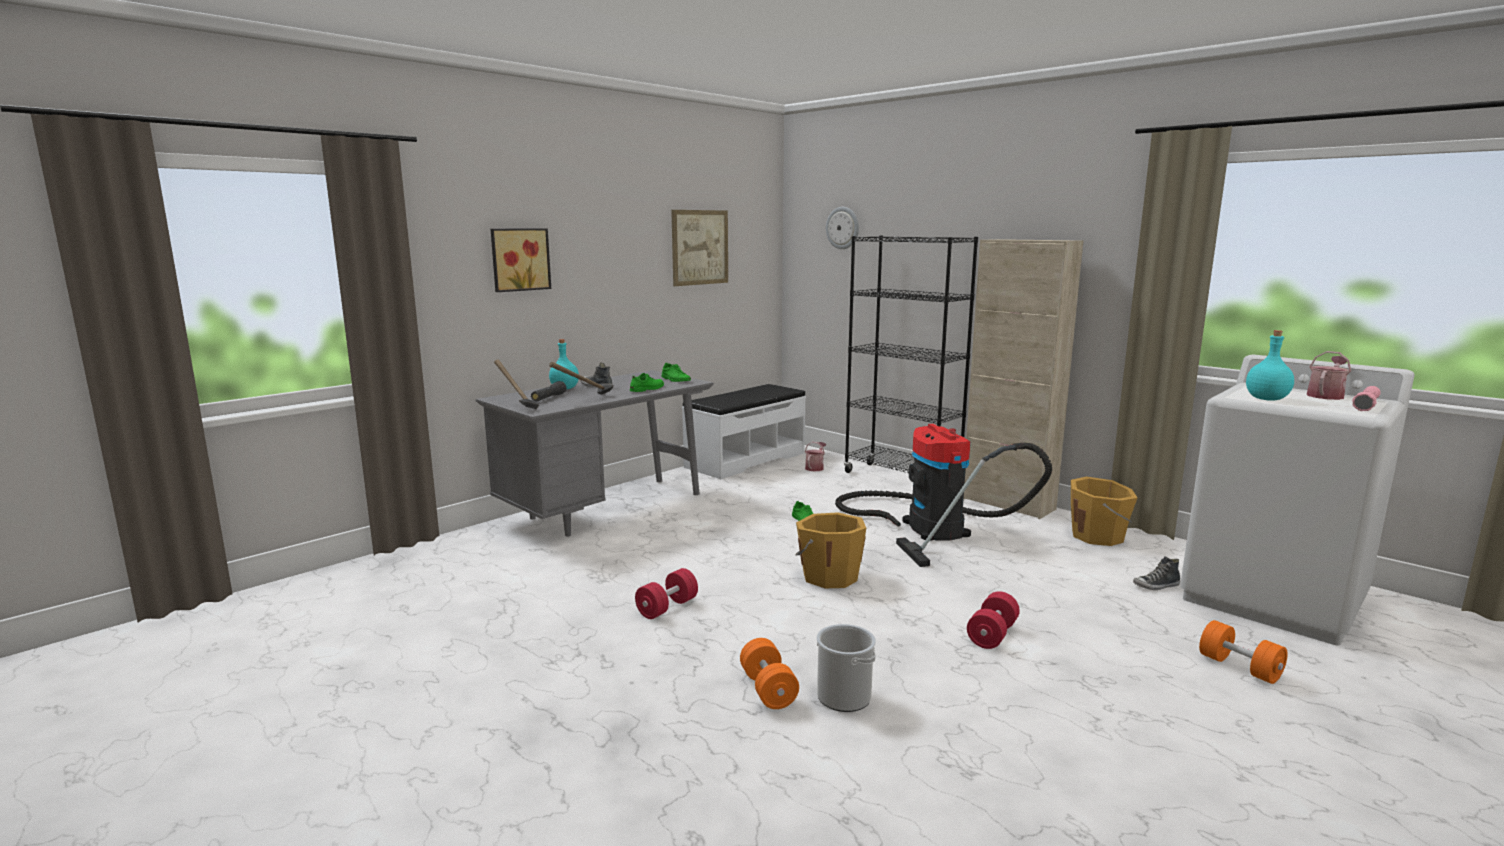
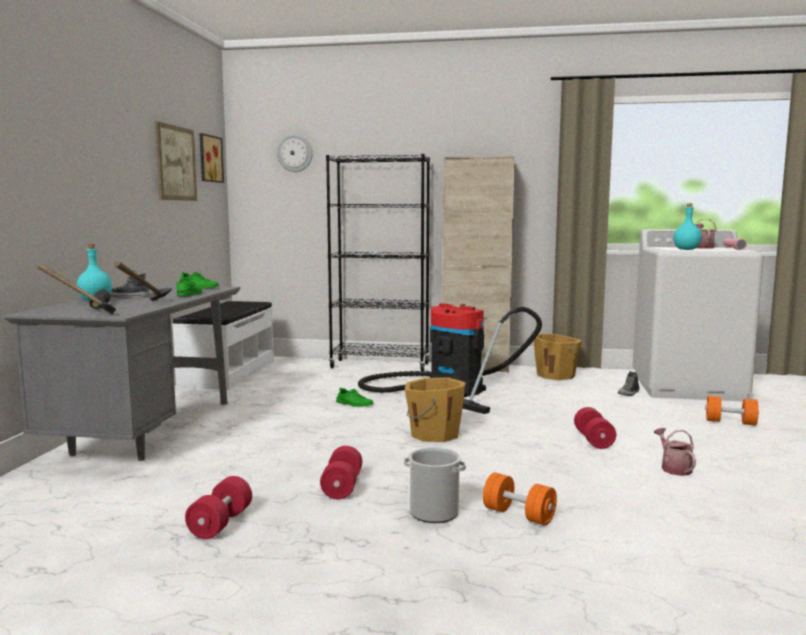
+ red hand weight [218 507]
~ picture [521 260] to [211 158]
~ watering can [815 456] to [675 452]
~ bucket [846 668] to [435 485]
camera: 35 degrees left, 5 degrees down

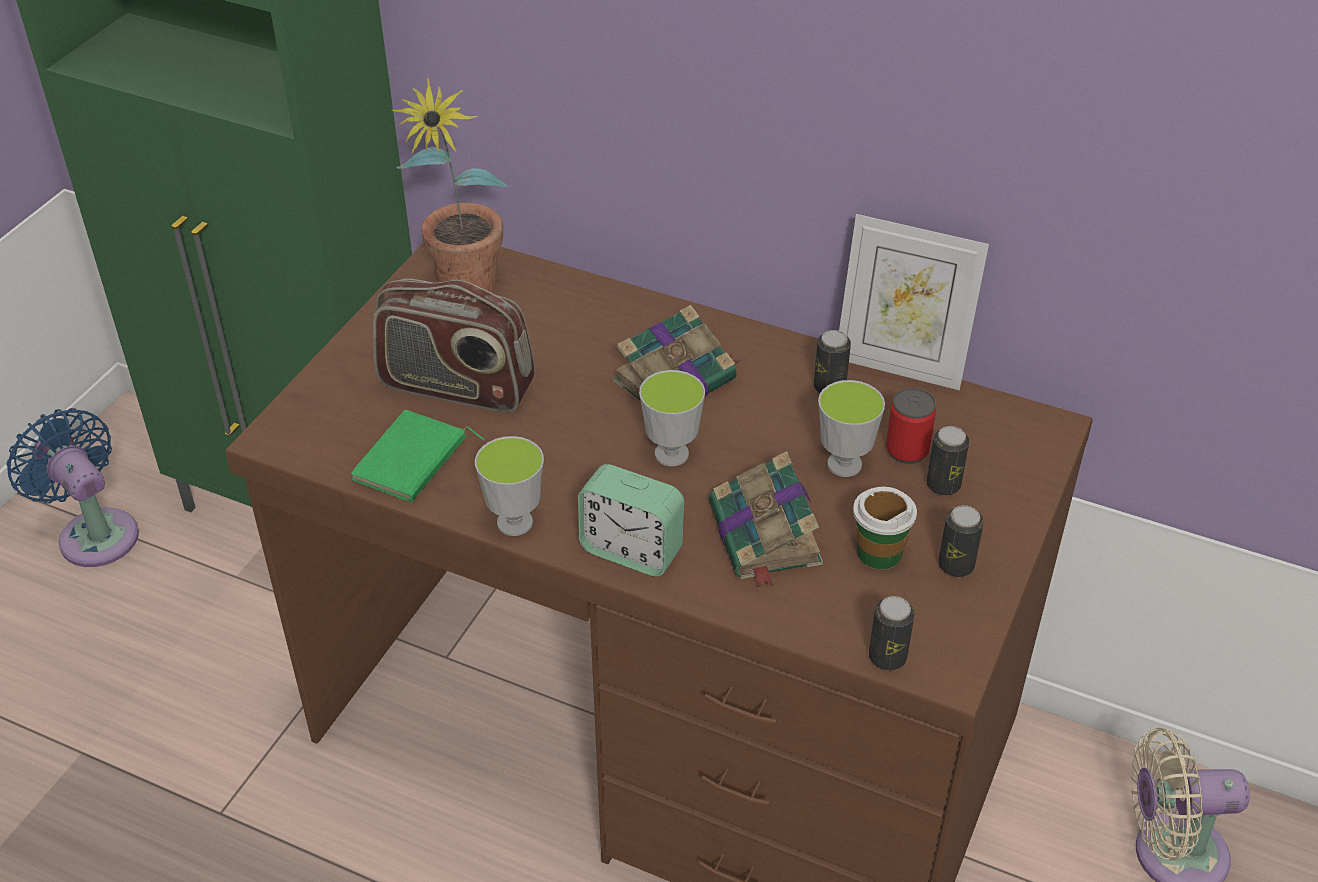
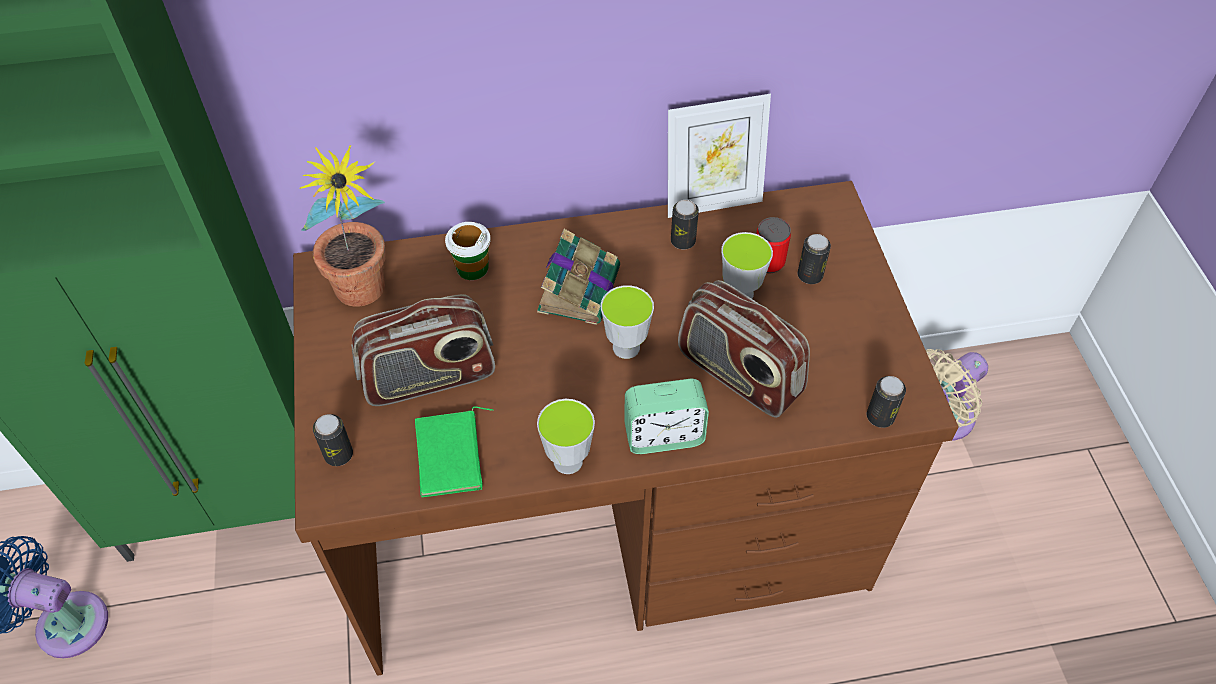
~ drinking cup [885 528] to [468 251]
~ metal can [961 541] to [333 440]
~ volume [766 520] to radio receiver [744 349]
camera: 35 degrees left, 10 degrees up

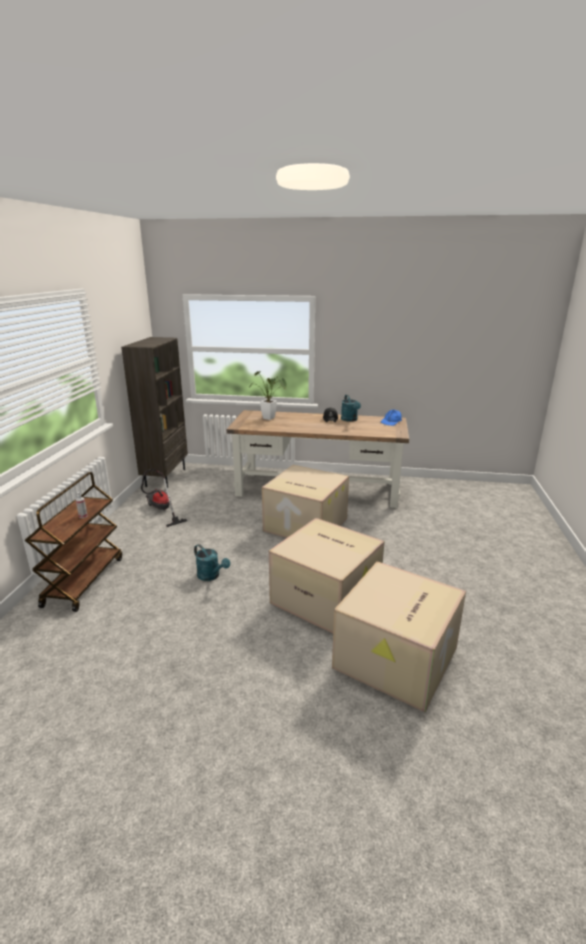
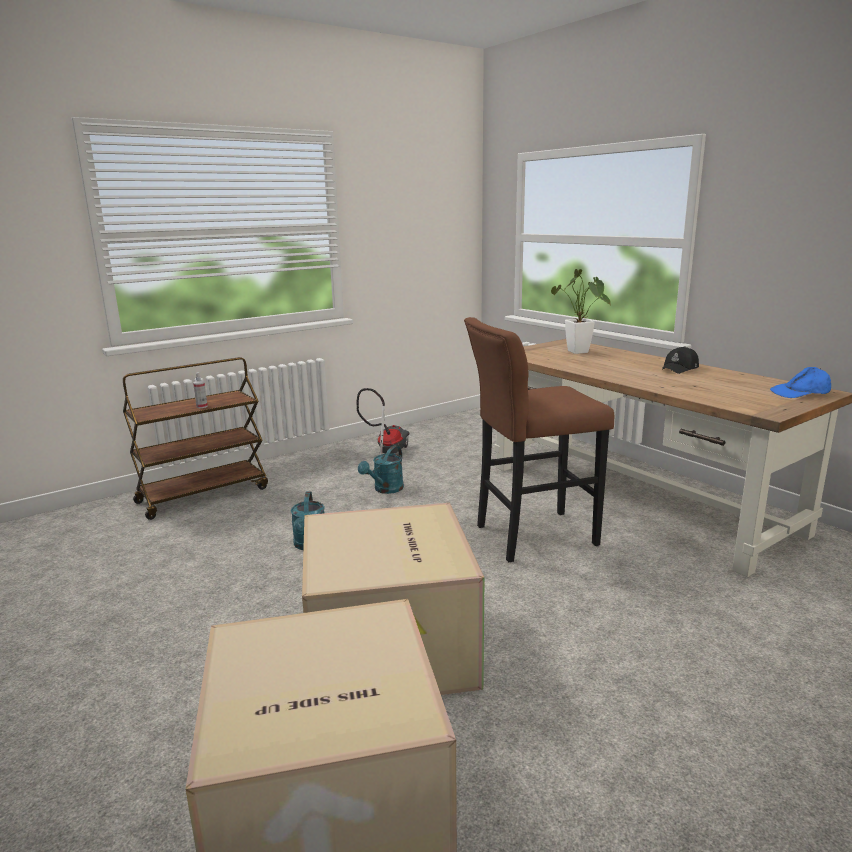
- brown-coloured shelving unit [154 412]
~ turquoise watering can [351 408] to [381 469]
~ cardboard box [305 501] to brown-coloured stool seat [539 439]
camera: 45 degrees right, 5 degrees down

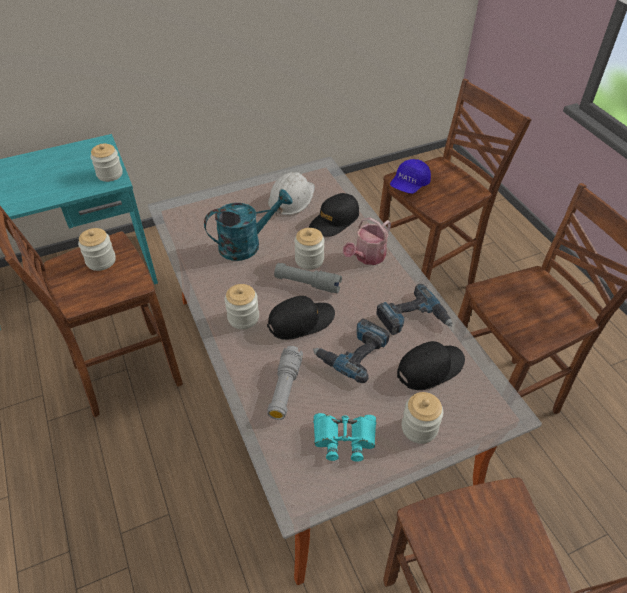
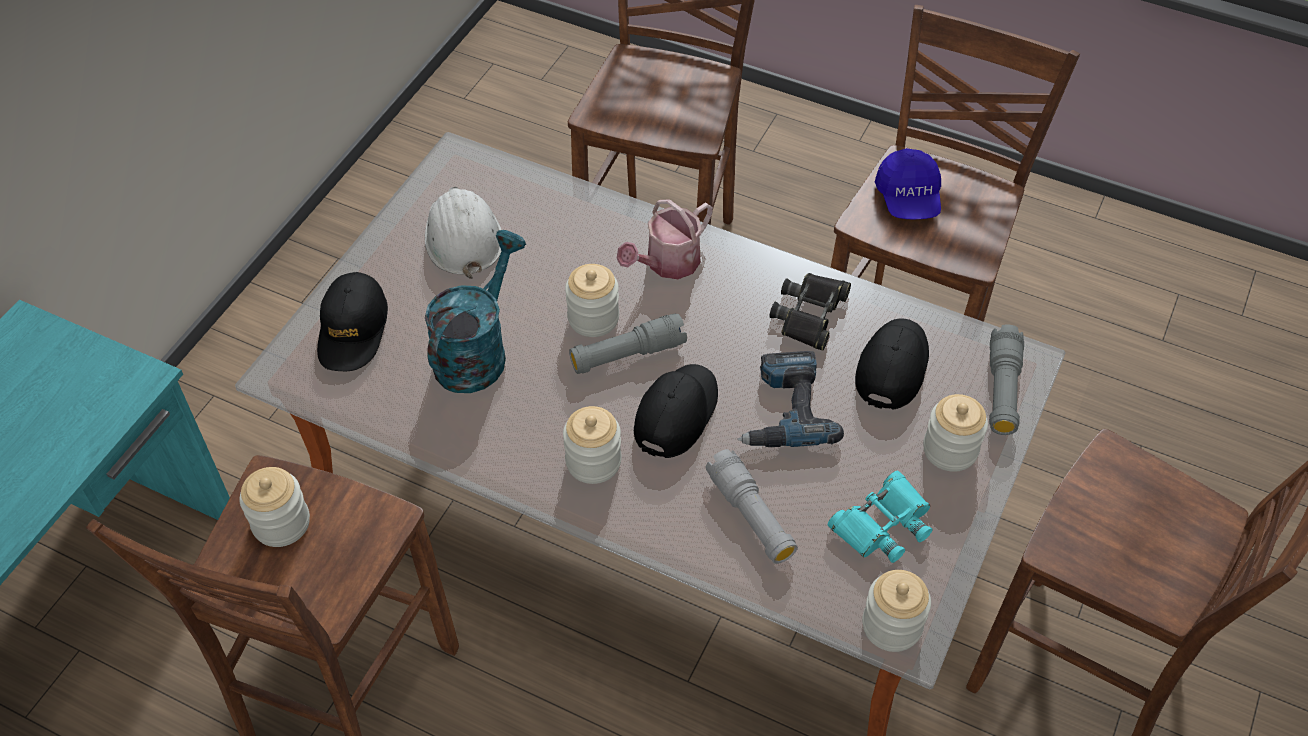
+ greyish hand torch [1006 380]
~ preserve jar [106 162] to [896 611]
~ black-coloured cap [334 215] to [352 321]
~ blue cap [410 176] to [908 183]
~ power drill [414 309] to black-coloured pair of binoculars [810 312]
~ watering can [367 241] = [664 239] 45 degrees clockwise
camera: 40 degrees left, 5 degrees up

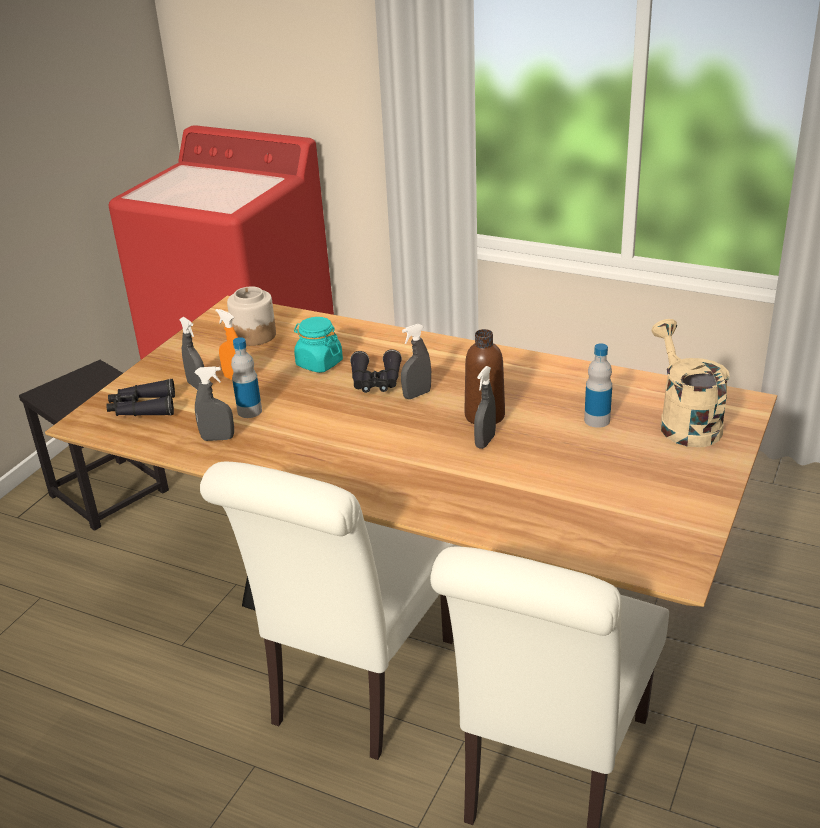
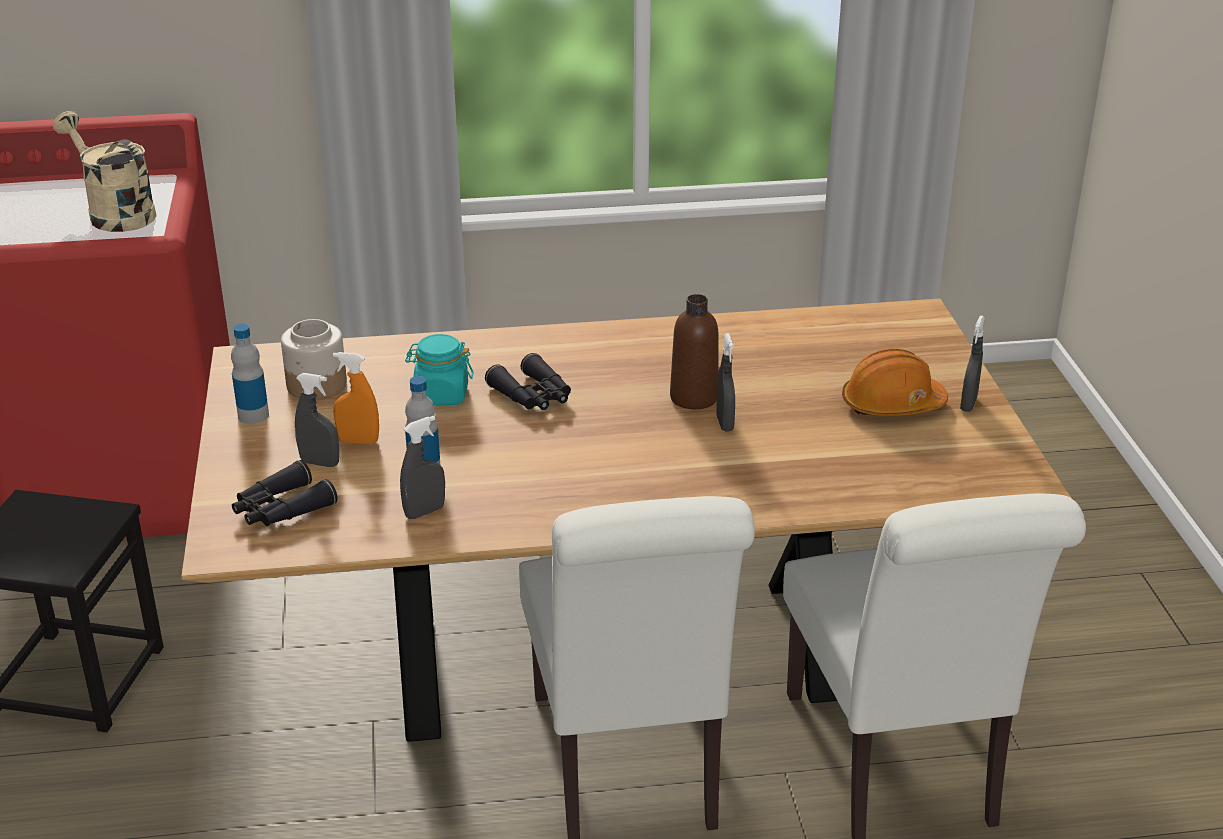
+ orangey work helmet [895 382]
~ greyish sprayer [416 361] to [972 364]
~ bottle [598 386] to [250 374]
~ beige-coloured watering can [691 383] to [104 171]
camera: 35 degrees left, 0 degrees up

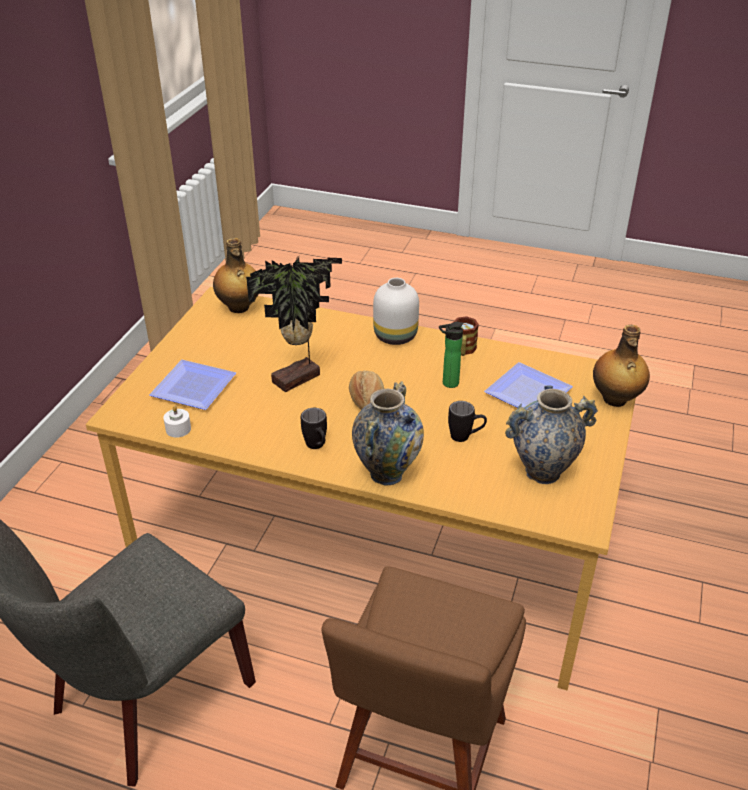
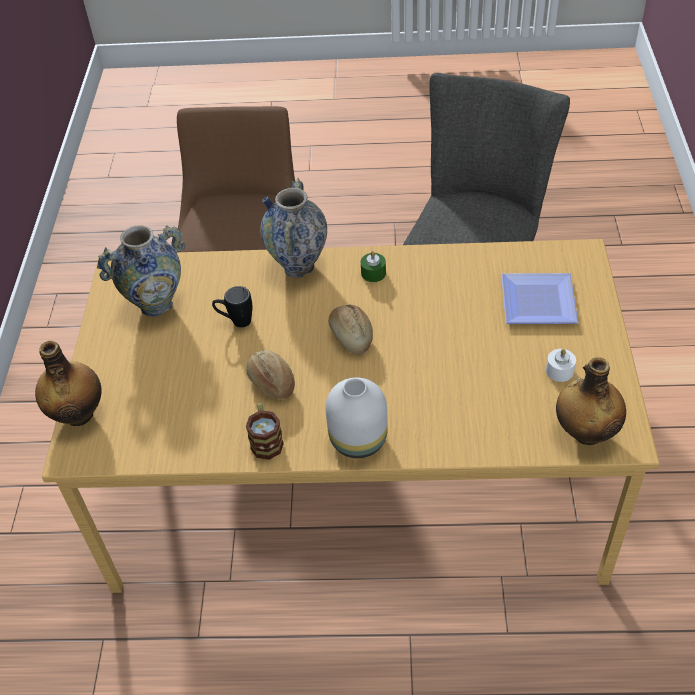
- potted plant [294 324]
- plate [528 385]
~ whitish wax candle [177 422] to [561 365]
~ black-coloured mug [314 428] to green wax candle [373 266]
~ bottle [451 355] to bread [270 374]
camera: 165 degrees right, 10 degrees up

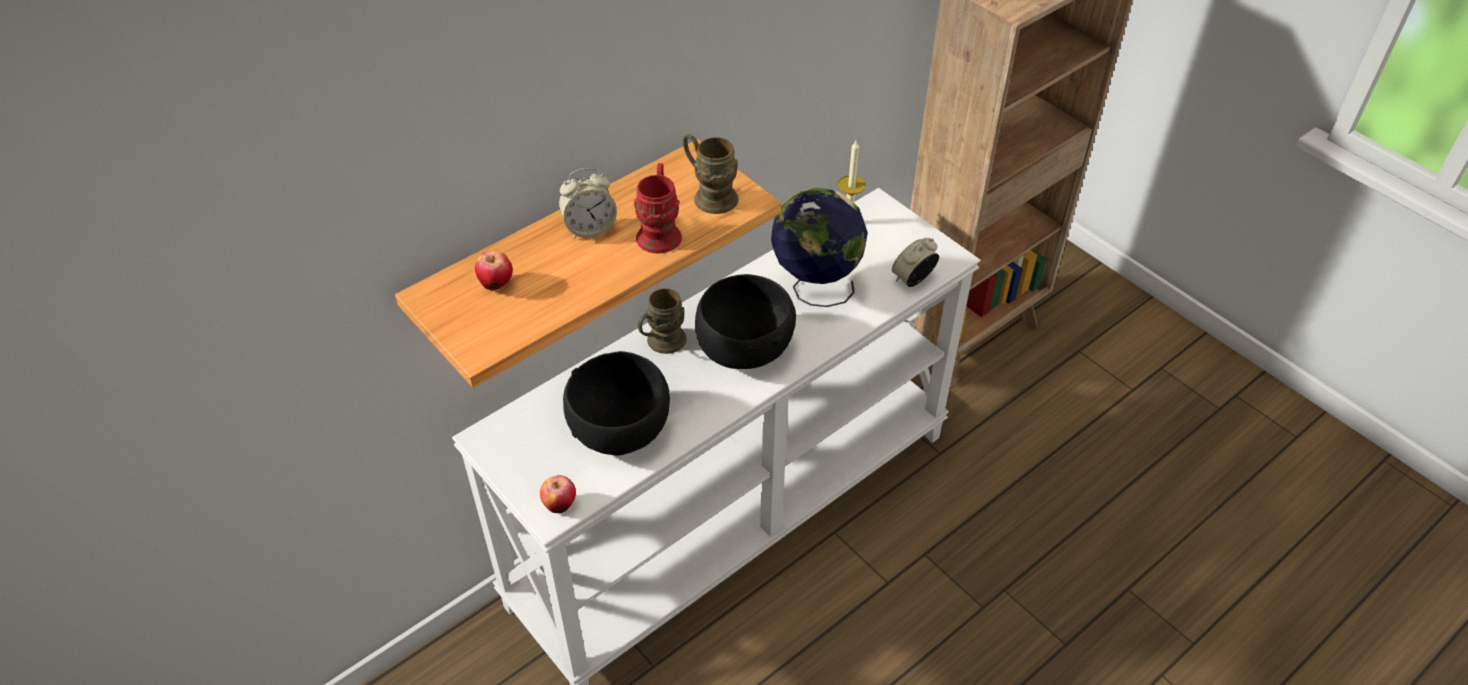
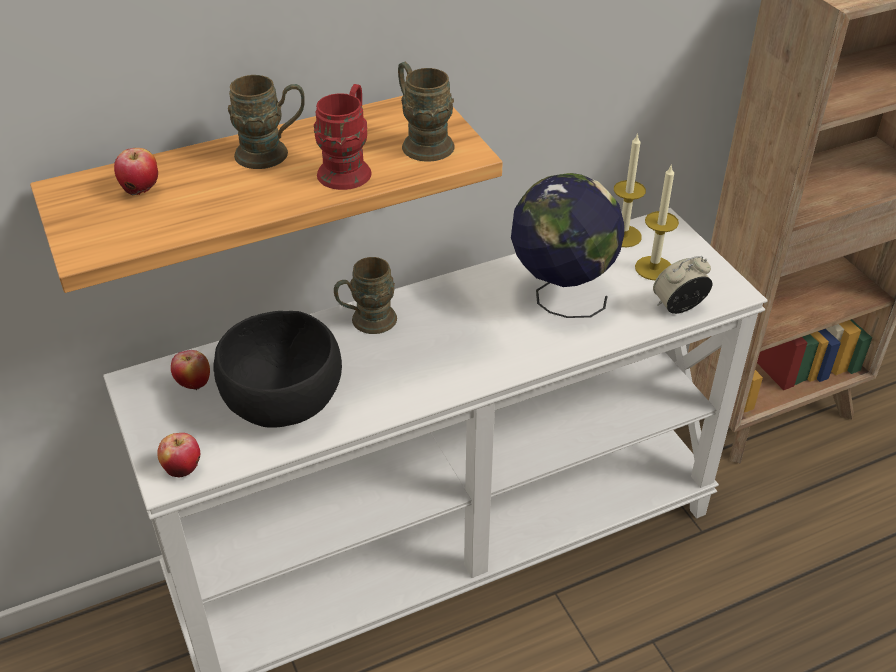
- black-coloured deep dish [745 321]
+ whole apple [190 370]
+ wax candle [657 222]
~ alarm clock [588 203] to brown-coloured mug [266 122]
camera: 15 degrees right, 5 degrees down

